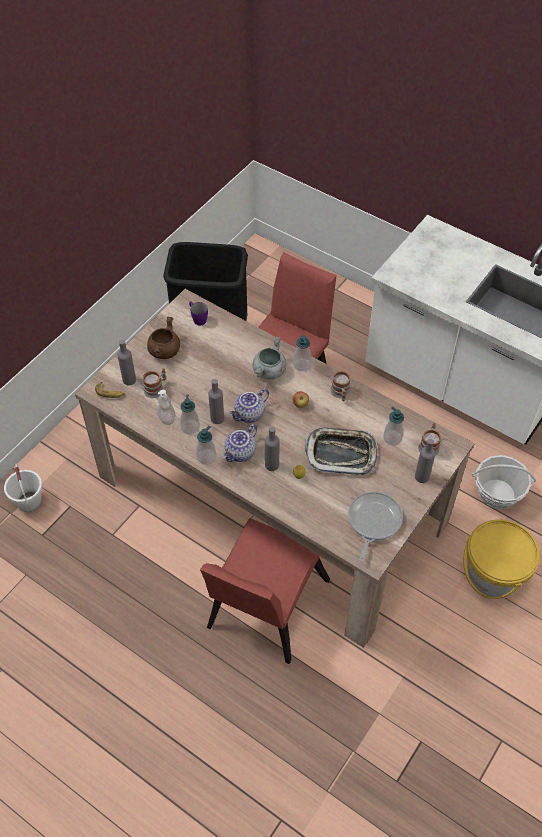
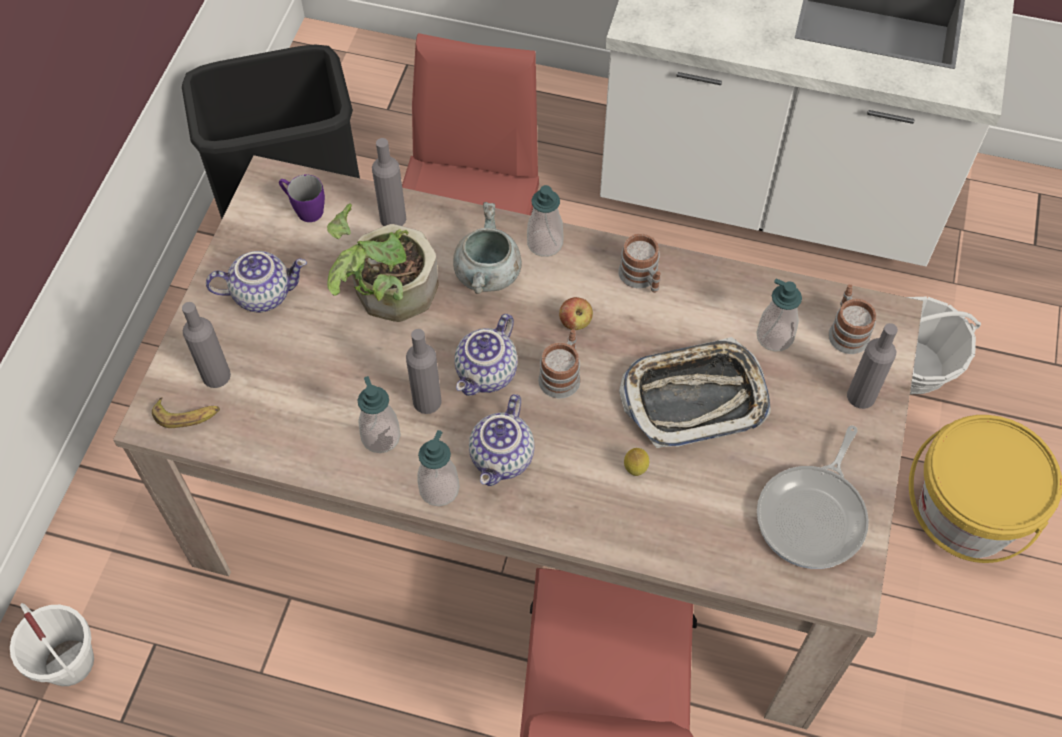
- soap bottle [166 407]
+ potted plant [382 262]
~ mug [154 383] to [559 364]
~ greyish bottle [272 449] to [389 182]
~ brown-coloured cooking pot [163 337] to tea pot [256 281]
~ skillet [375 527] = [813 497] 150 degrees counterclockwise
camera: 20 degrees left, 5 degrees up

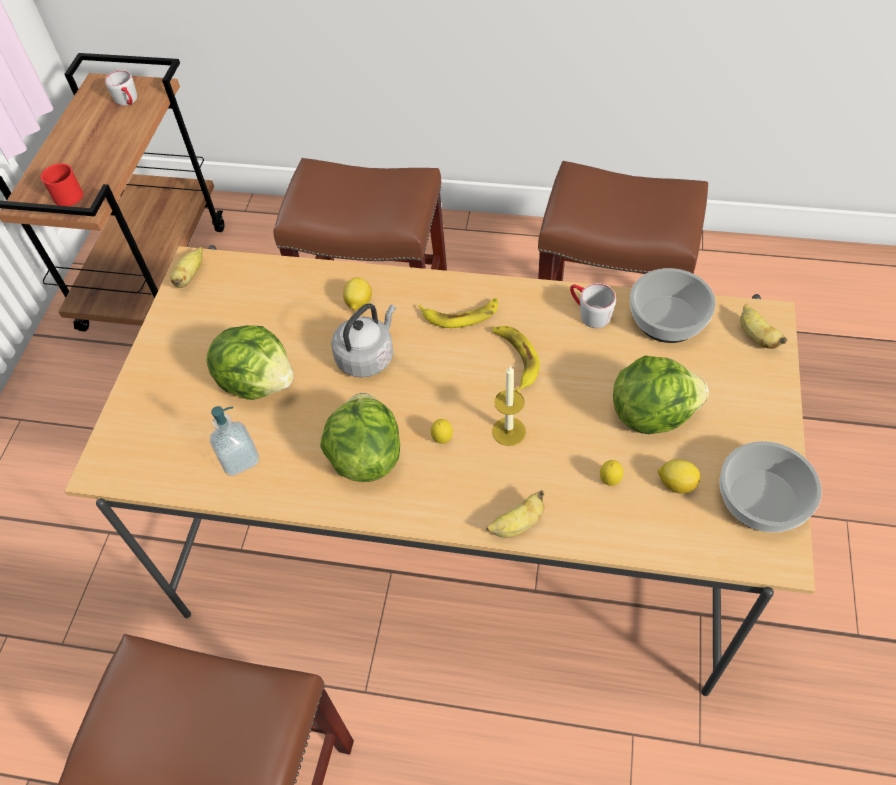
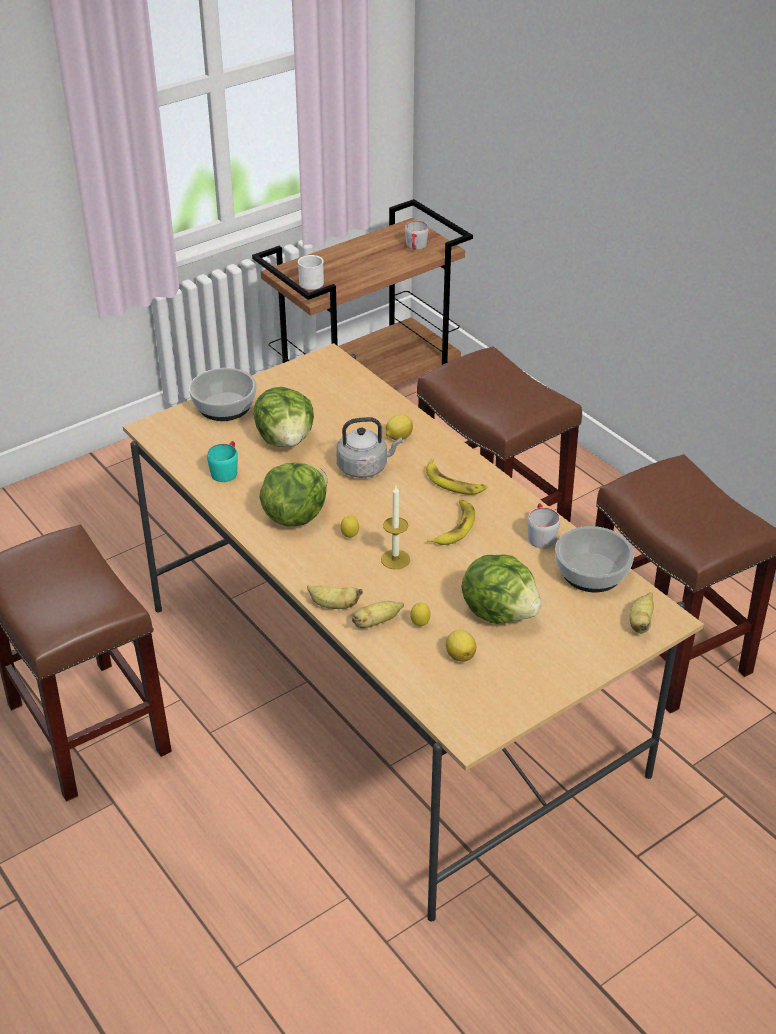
~ banana fruit [186 267] to [378 614]
~ deep dish [770 487] to [223 394]
~ soap bottle [234 441] to turquoise mug [222 461]
~ red mug [62 184] to whitish mug [311 272]
camera: 40 degrees right, 15 degrees down

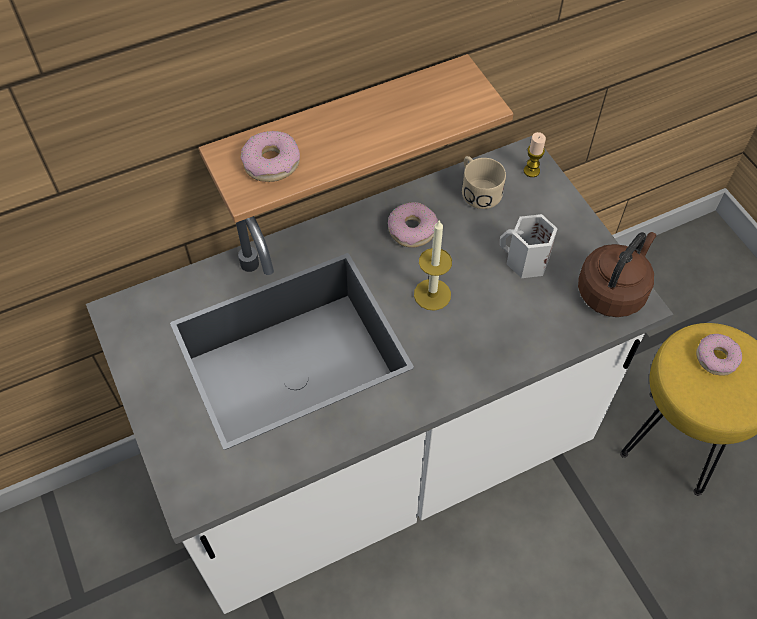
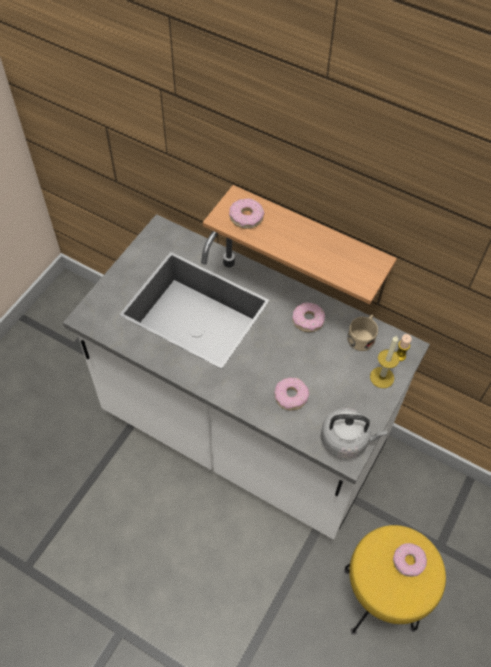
- whitish mug [529 246]
+ ring doughnut [291 393]
~ wax candle [433 264] to [385 362]
~ brown-coloured kettle [617 274] to greyish kettle [354 433]
camera: 55 degrees right, 0 degrees up

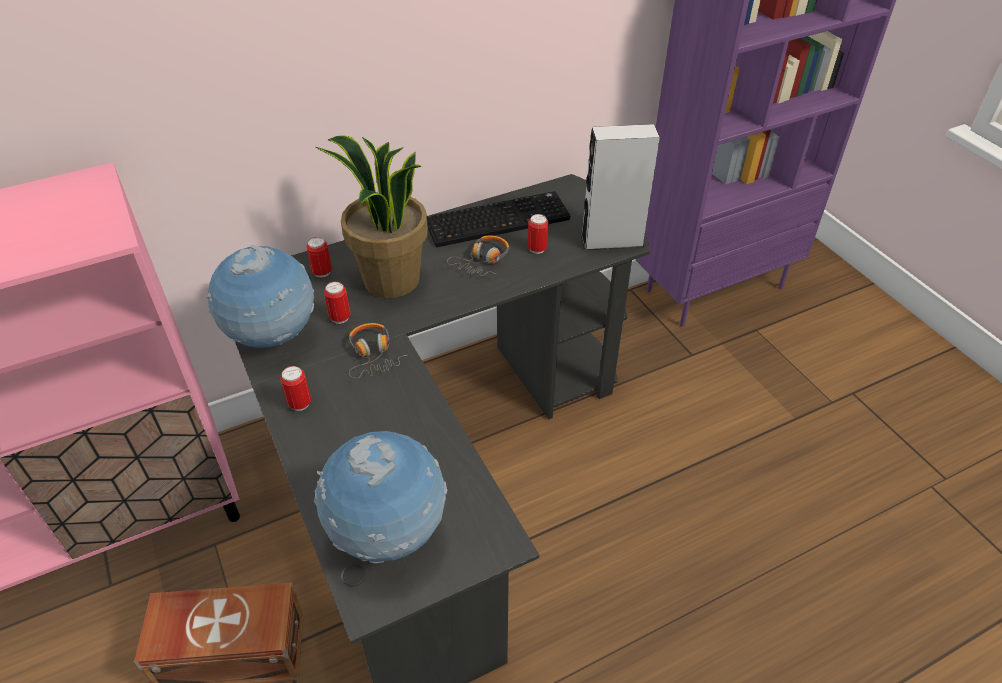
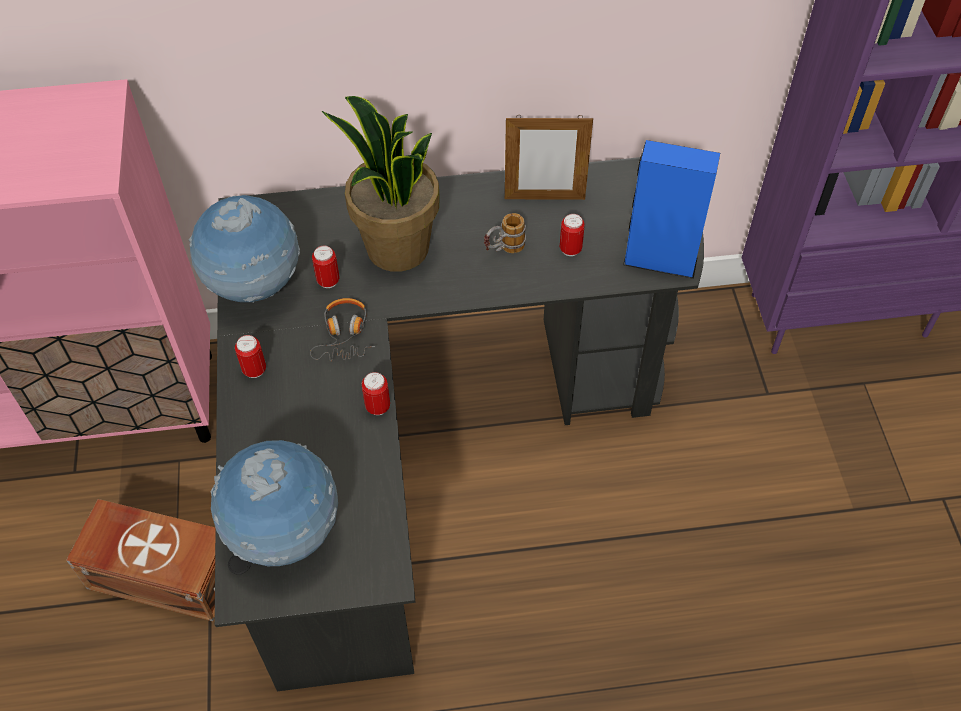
~ metal can [319 257] to [376 393]
~ PC keyboard [498 219] to photo frame [549 157]
~ pair of headphones [478 255] to mug [505 233]
~ greyish speaker [620 187] to blue speaker [671 209]
camera: 20 degrees right, 10 degrees up

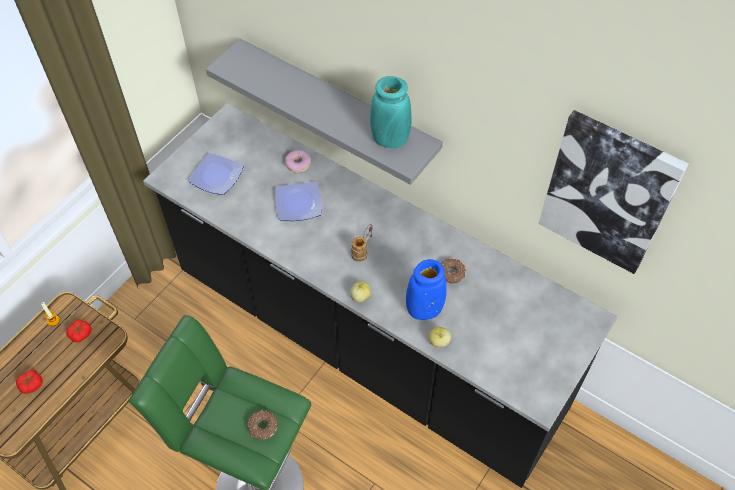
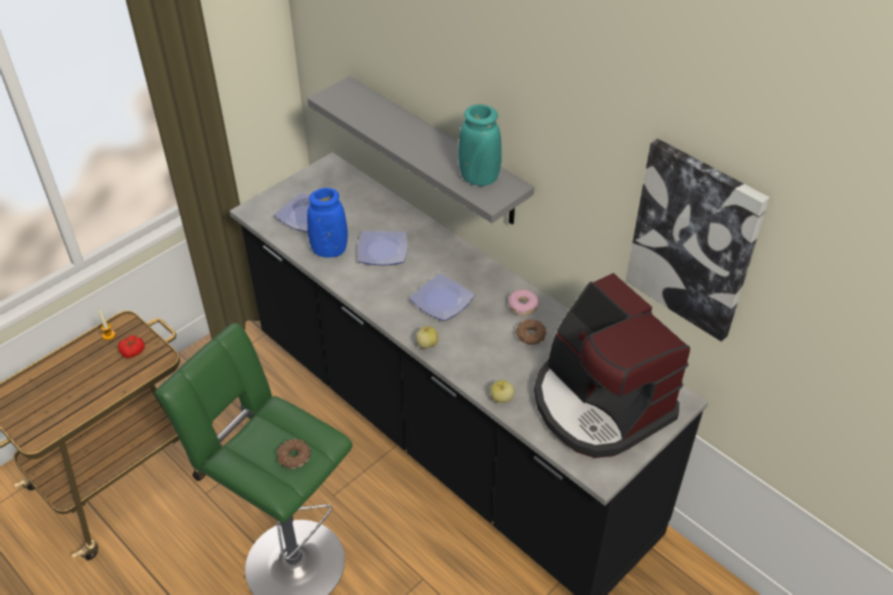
- tomato [29 382]
+ coffee machine [612 365]
~ ring doughnut [298 161] to [523 302]
~ blue flower vase [426 289] to [327 223]
~ mug [362 243] to plate [442 297]
camera: 10 degrees right, 10 degrees down

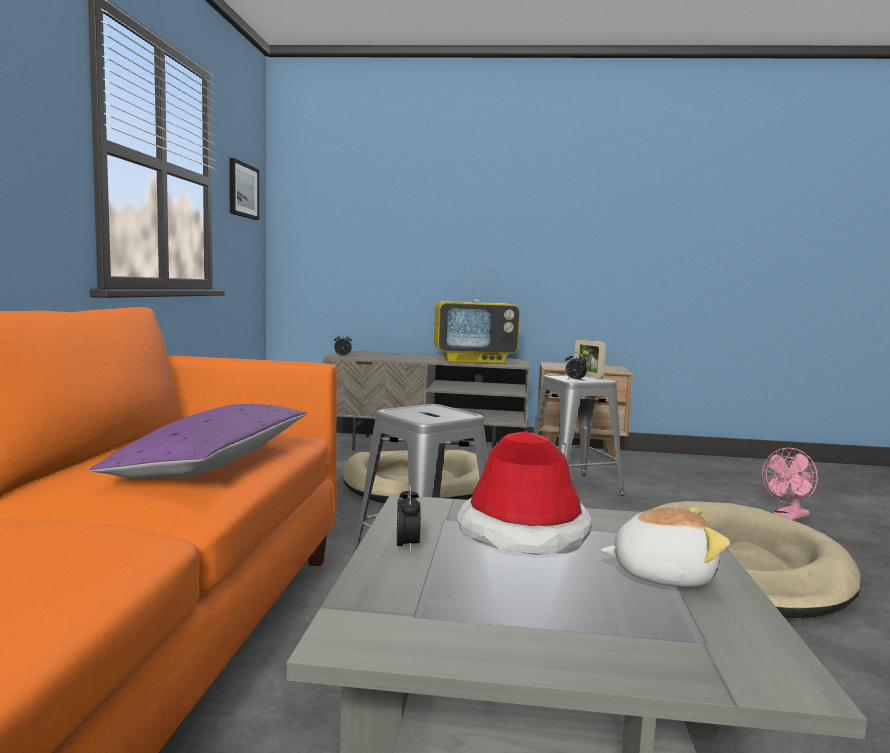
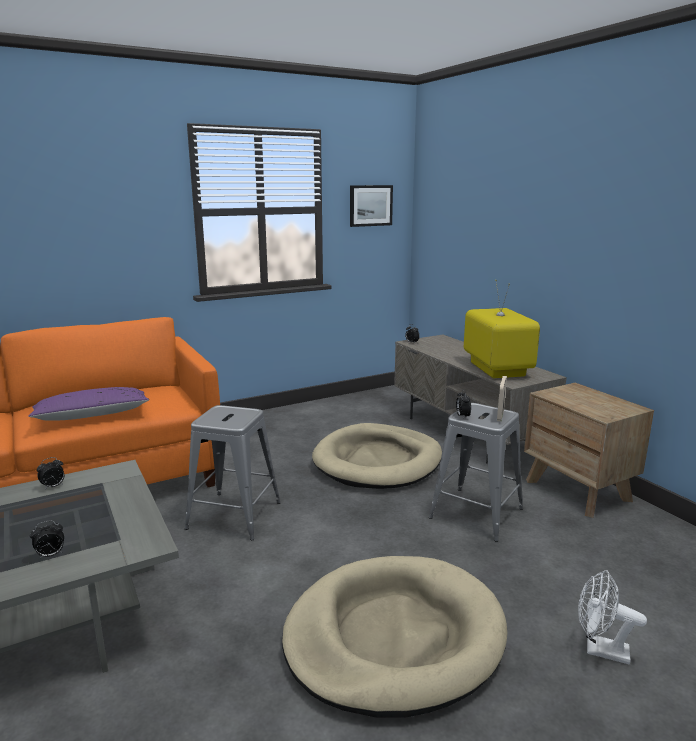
- wearable hat [524 493]
~ plush toy [665 547] to alarm clock [47 539]
~ pink-coloured electric fan [790 484] to whitish electric fan [612 617]
~ television [477 315] = [502 329] 150 degrees counterclockwise
camera: 55 degrees right, 10 degrees up

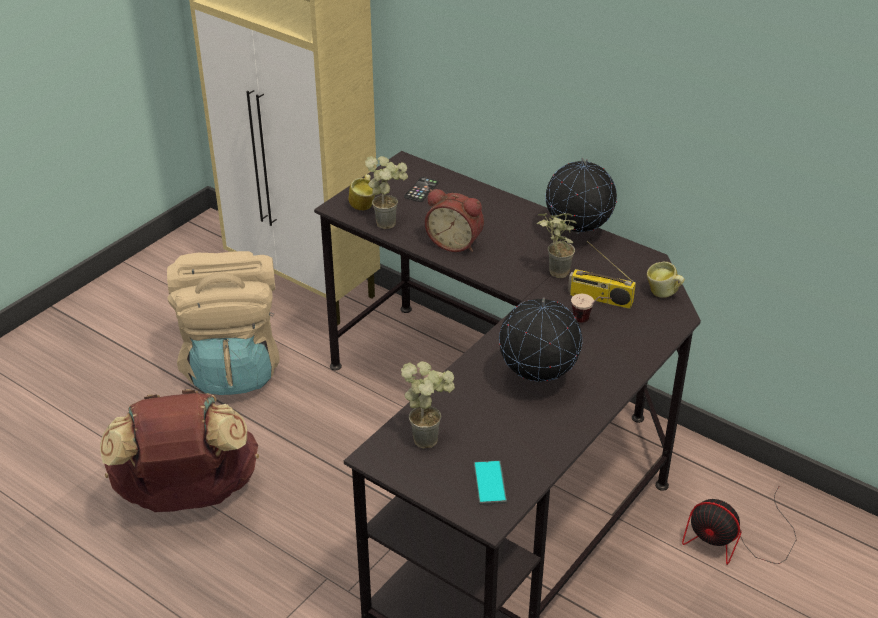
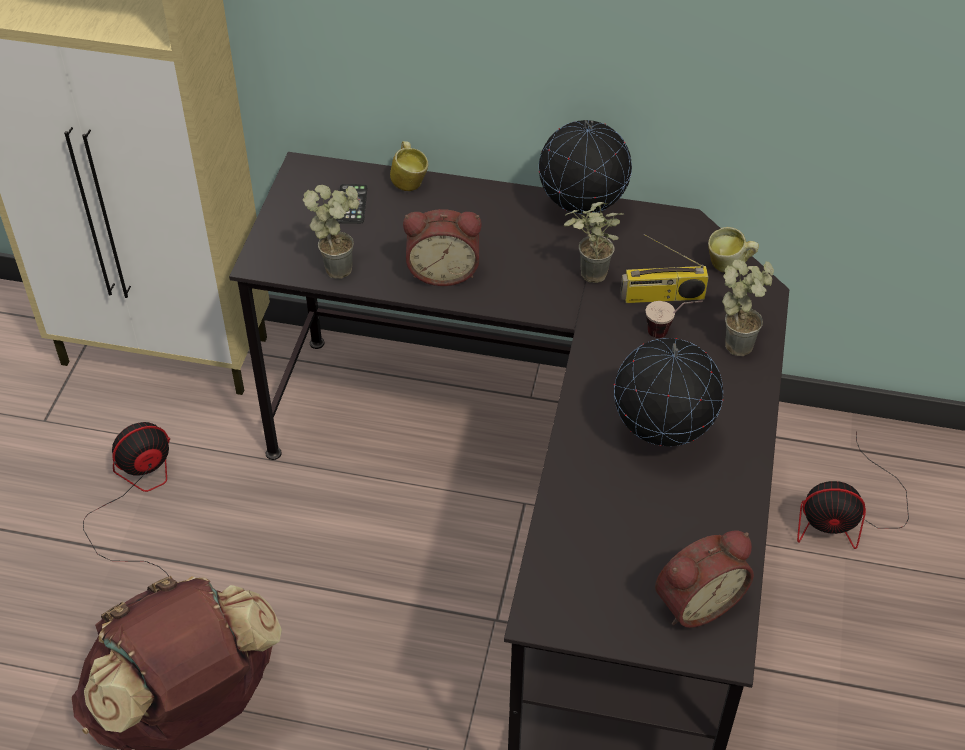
~ mug [362 192] to [409 166]
~ potted plant [428 405] to [748 308]
~ beige-coloured backpack [223 323] to electric fan [126 499]
~ handset [490 482] to alarm clock [704 579]
camera: 25 degrees left, 10 degrees up

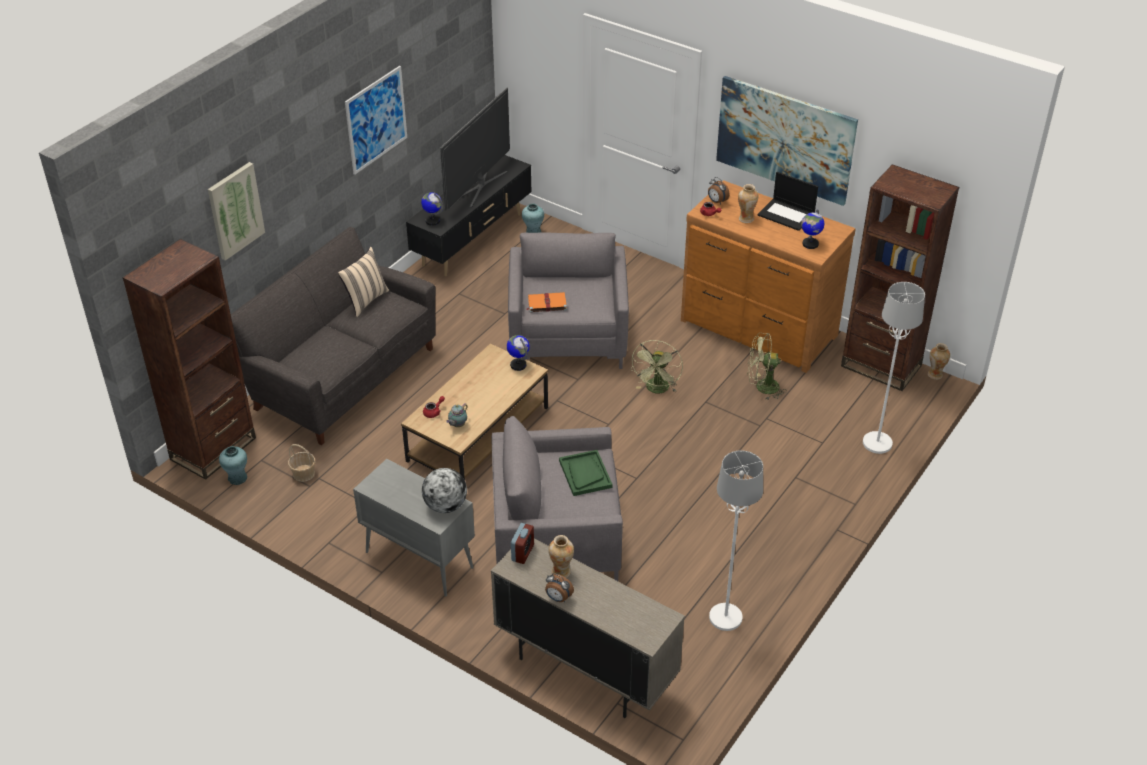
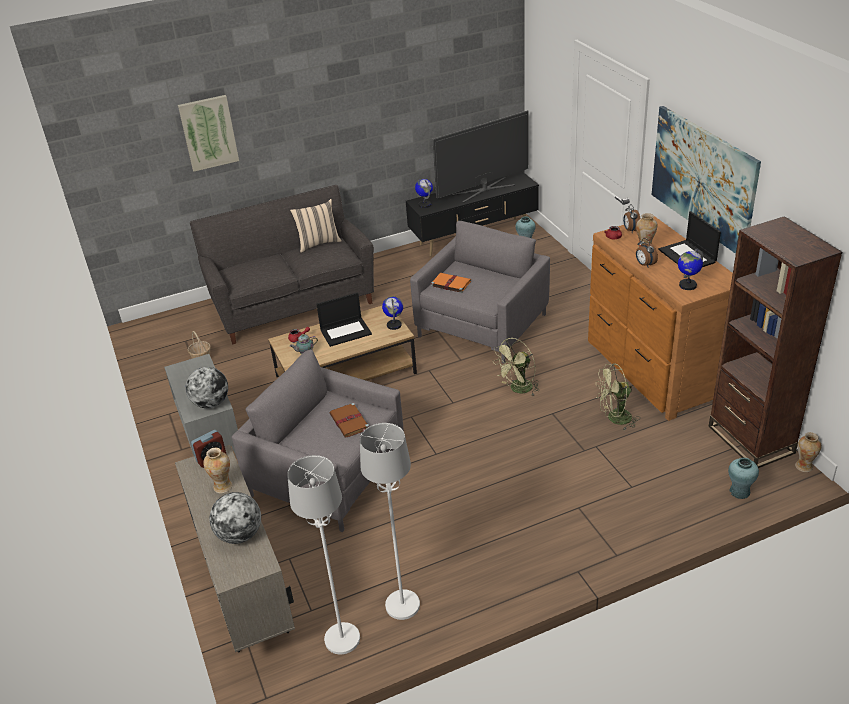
- brown-coloured shelving unit [189 359]
- picture [376 120]
+ world globe [235 518]
+ portable computer [344 319]
~ turquoise flower vase [233 465] to [743 478]
~ alarm clock [559 588] to [647 252]
~ whitish standard lamp [894 368] to [323 555]
~ green serving tray [585 473] to brown-coloured volume [349 420]
~ green electric fan [767 366] = [618 397] 45 degrees counterclockwise
camera: 35 degrees right, 5 degrees down

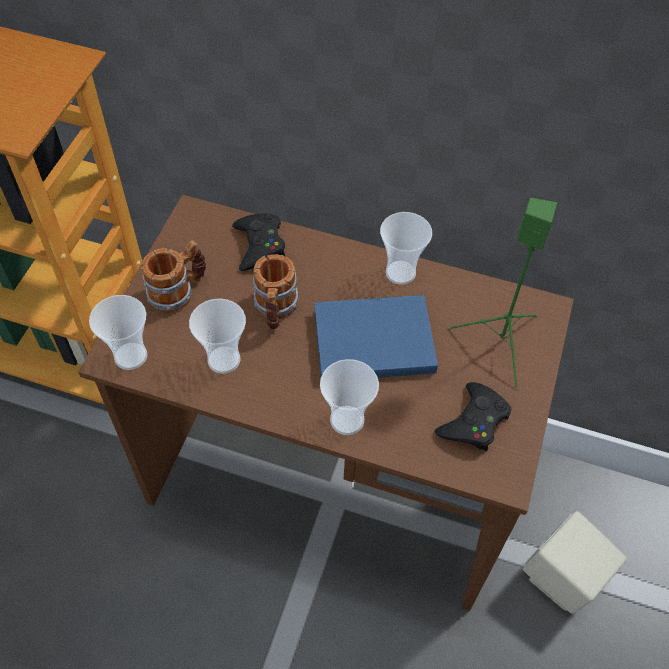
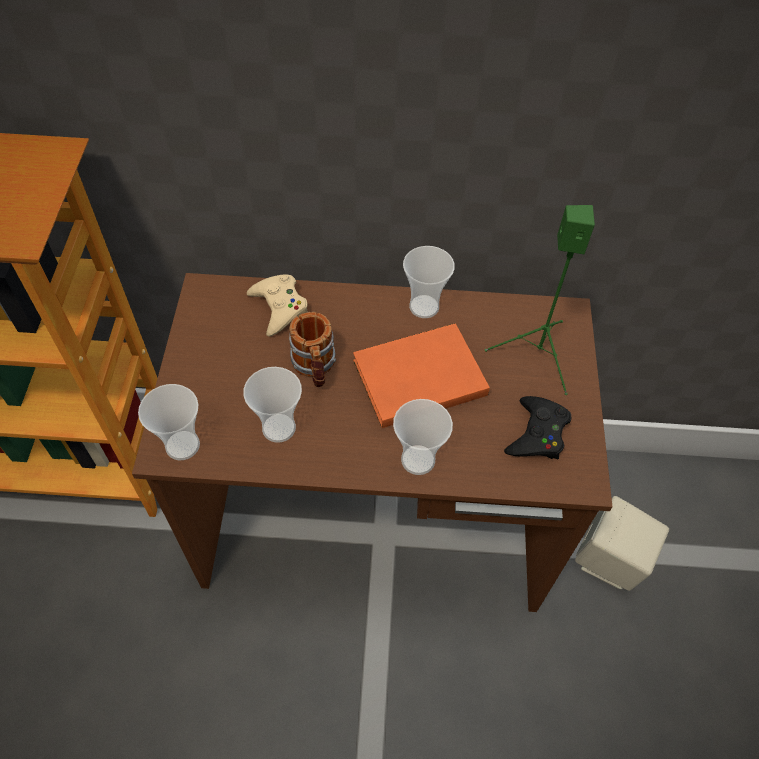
- mug [173 277]
~ black-coloured gamepad [258 242] to beige-coloured gamepad [277 305]
~ blue volume [376 336] to orangey volume [421 375]
camera: 15 degrees left, 0 degrees up

